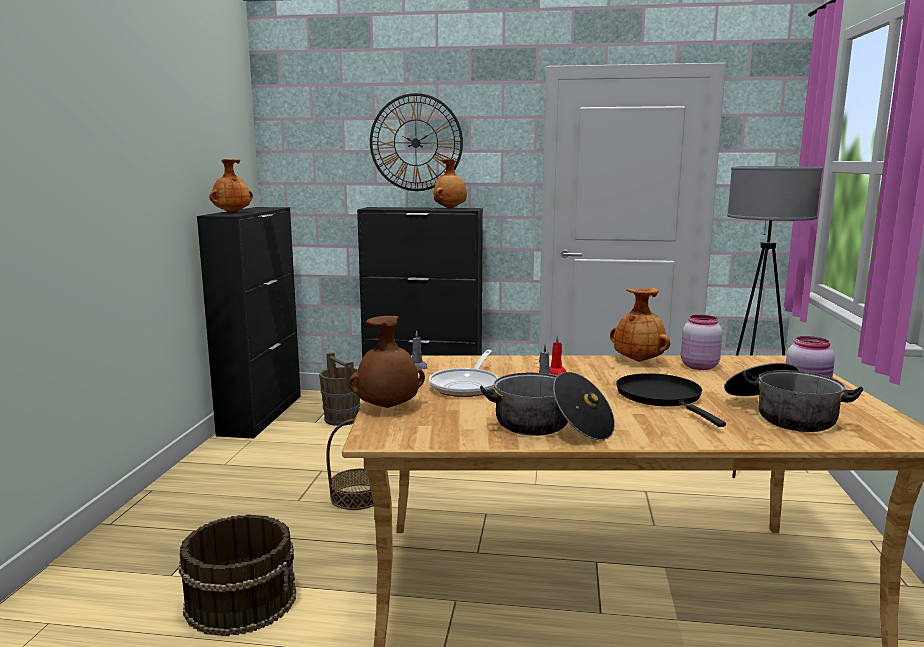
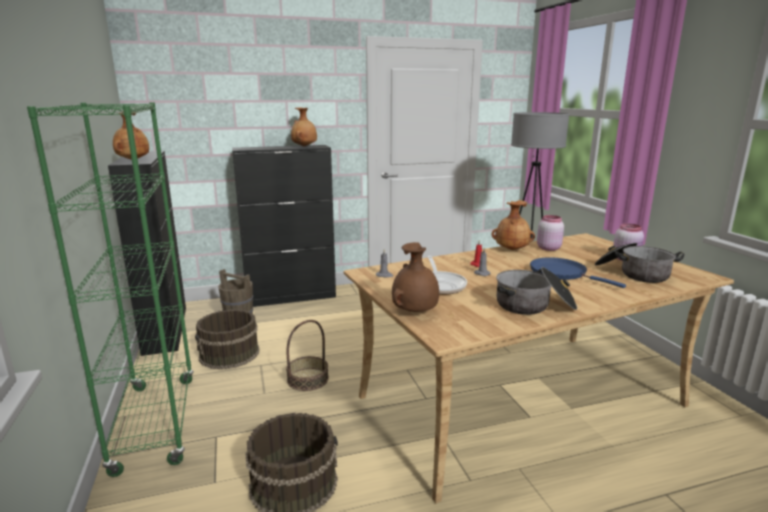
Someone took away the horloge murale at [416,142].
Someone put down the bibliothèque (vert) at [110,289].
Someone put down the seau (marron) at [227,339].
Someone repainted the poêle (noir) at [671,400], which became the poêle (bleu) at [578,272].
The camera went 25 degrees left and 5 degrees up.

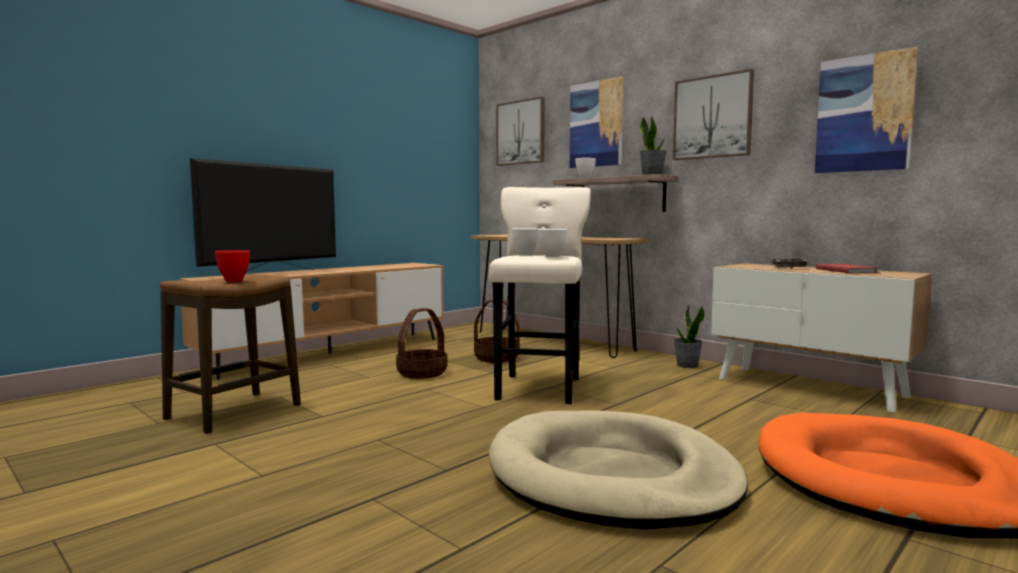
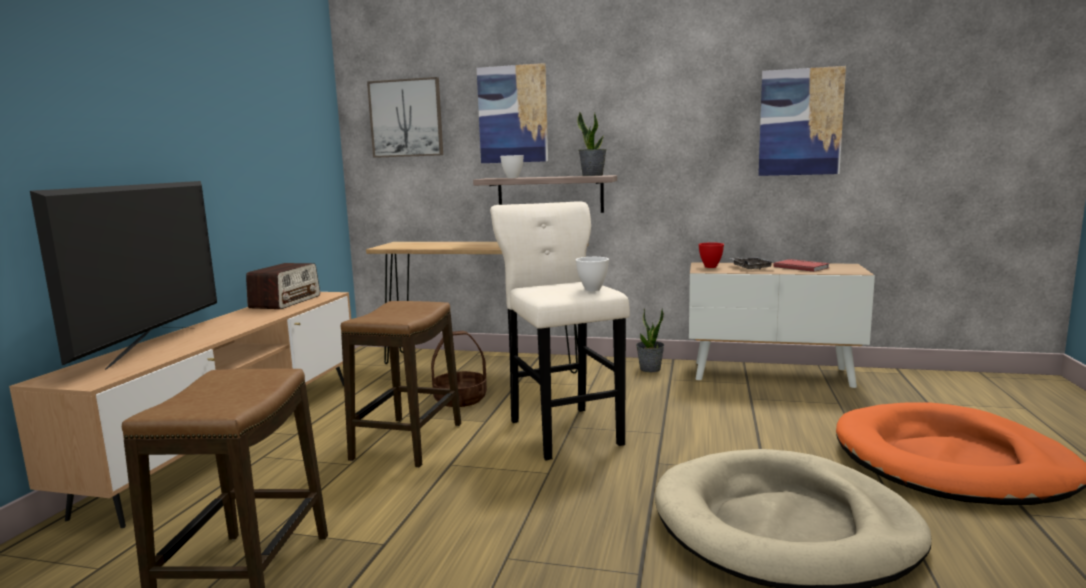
Someone took away the bol (blanc) at [525,241].
Someone took away the tableau at [713,114].
Someone put down the radio at [283,286].
Someone carried the bol (rouge) from [232,266] to [711,255].
Someone swapped the panier at [421,343] for the tabouret at [401,384].
The camera went 30 degrees left and 5 degrees up.

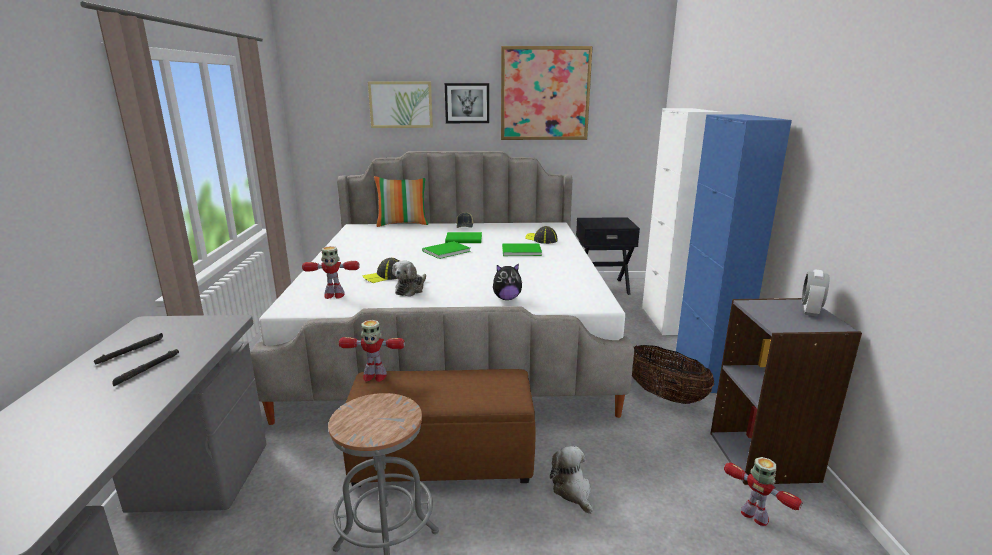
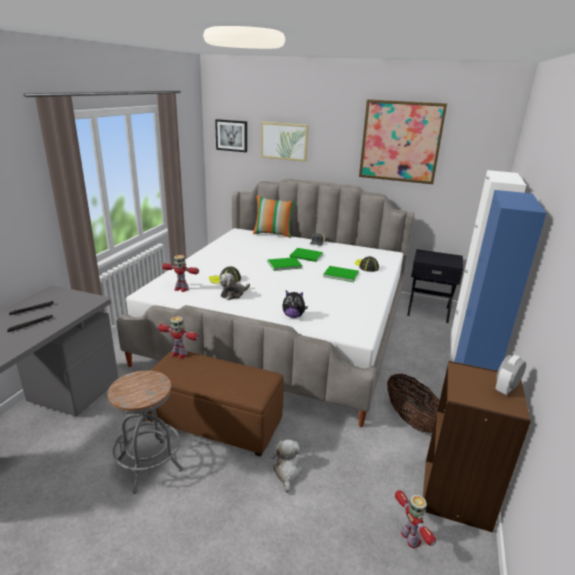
Someone carried the tableau from [467,103] to [231,135].
Someone repainted the bibliothèque (gris) at [786,391], which became the bibliothèque (marron) at [477,446].
The camera went 20 degrees right and 5 degrees up.

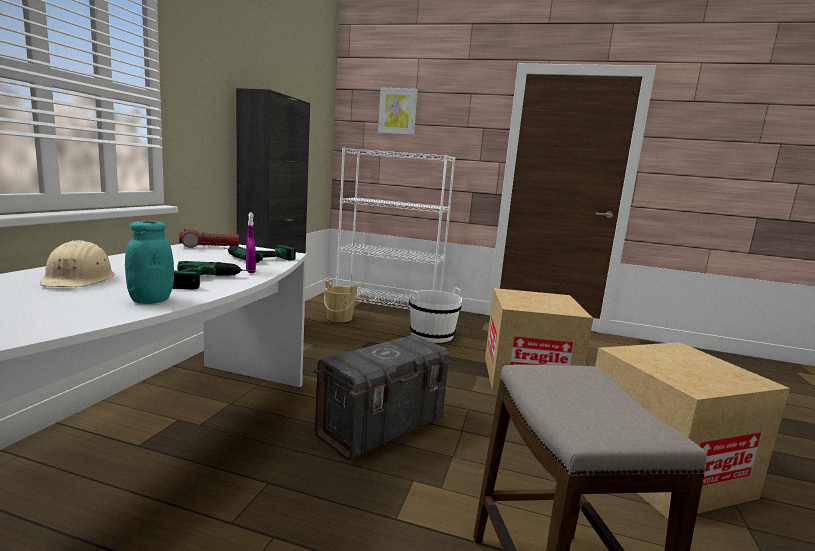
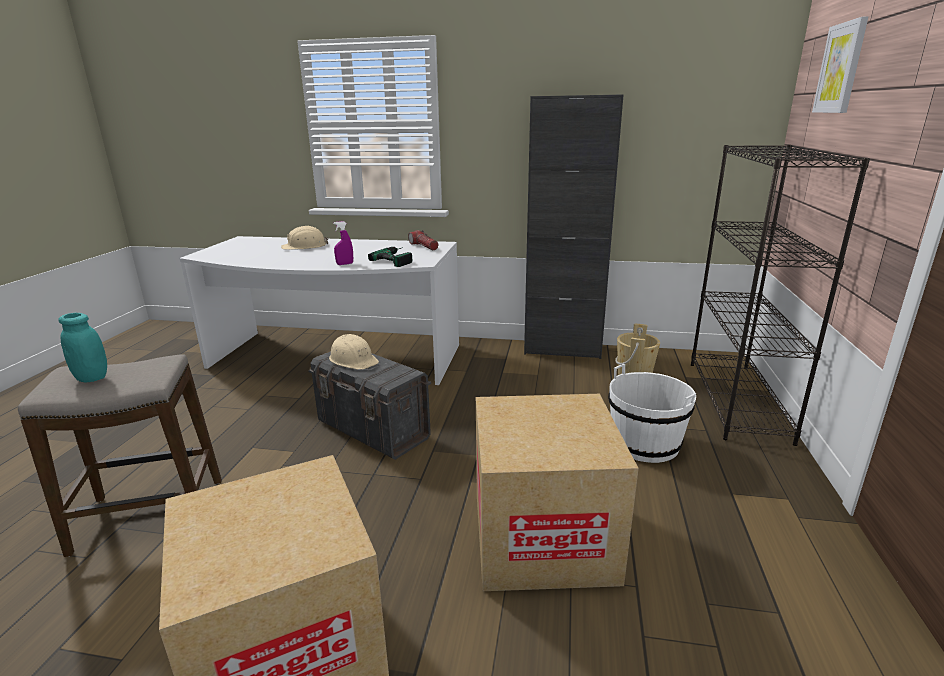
Someone took away the perceuse at [213,275].
Someone put down the casque de chantier (beige) at [354,352].
Someone carried the bocal (turquoise) from [149,262] to [82,347].
Someone repainted the bibliothèque (blanc) at [396,229], which became the bibliothèque (noir) at [780,295].
The camera went 85 degrees right and 10 degrees up.

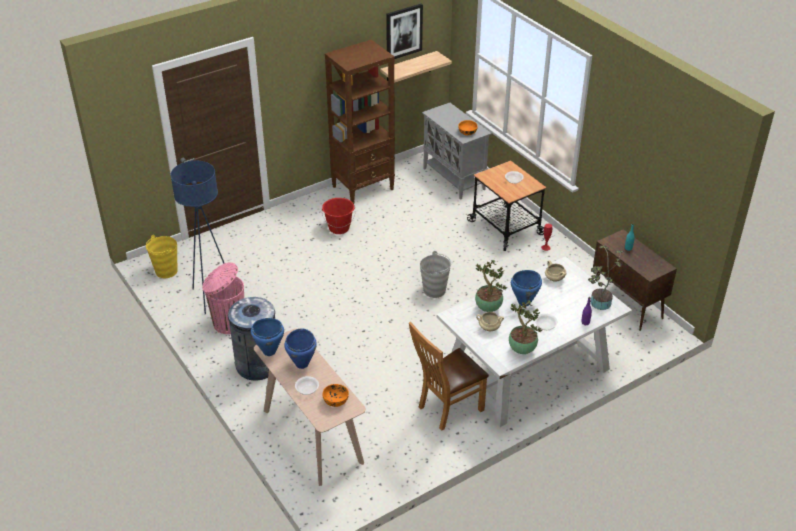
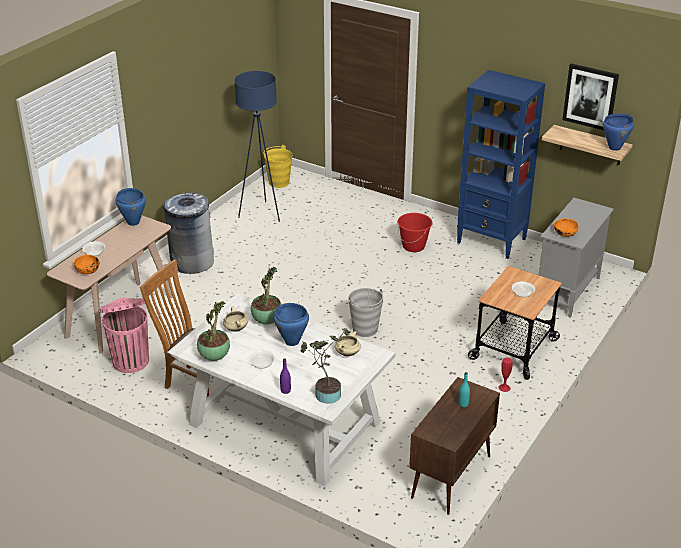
Someone carried the poubelle (rose) from [223,298] to [124,335].
Someone carried the marmite (bleu) from [300,348] to [618,132].
Someone repainted the bibliothèque (marron) at [360,122], which became the bibliothèque (bleu) at [501,164].
The camera went 65 degrees right and 5 degrees down.

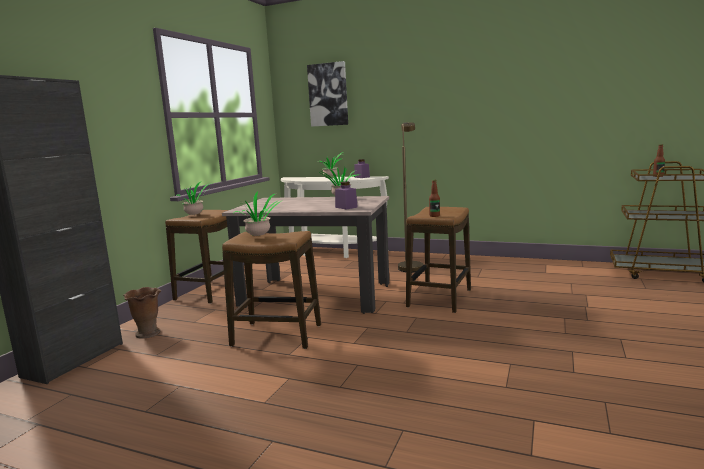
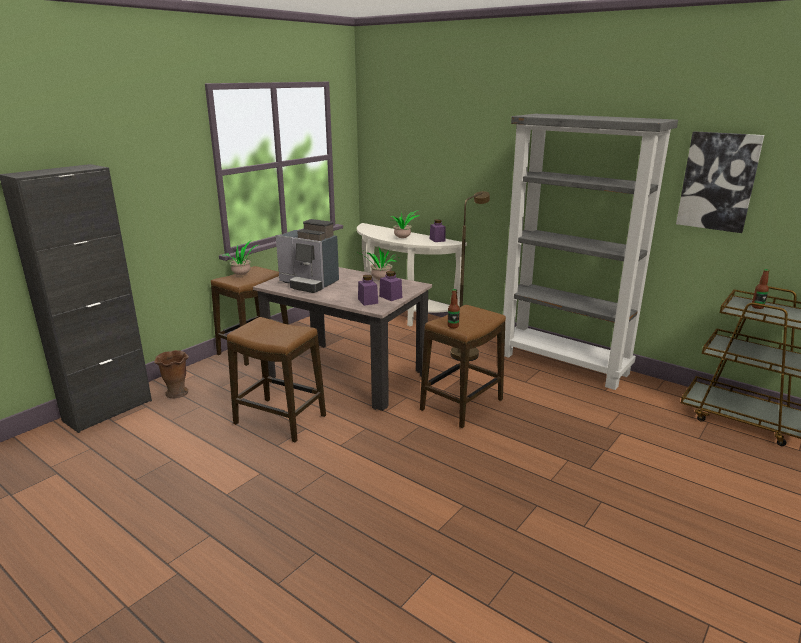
Someone took away the plante en pot at [258,214].
Someone put down the machine à café at [307,256].
Someone put down the bocal (violet) at [390,286].
Someone put down the bibliothèque (gris) at [590,252].
Someone carried the tableau from [327,94] to [720,182].
The camera went 15 degrees right and 10 degrees up.

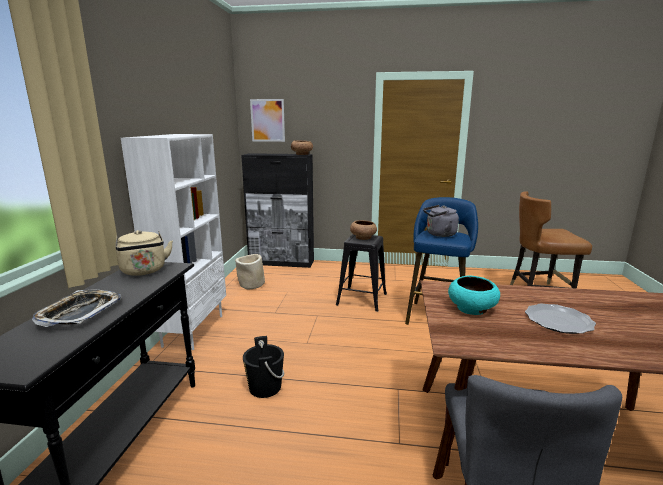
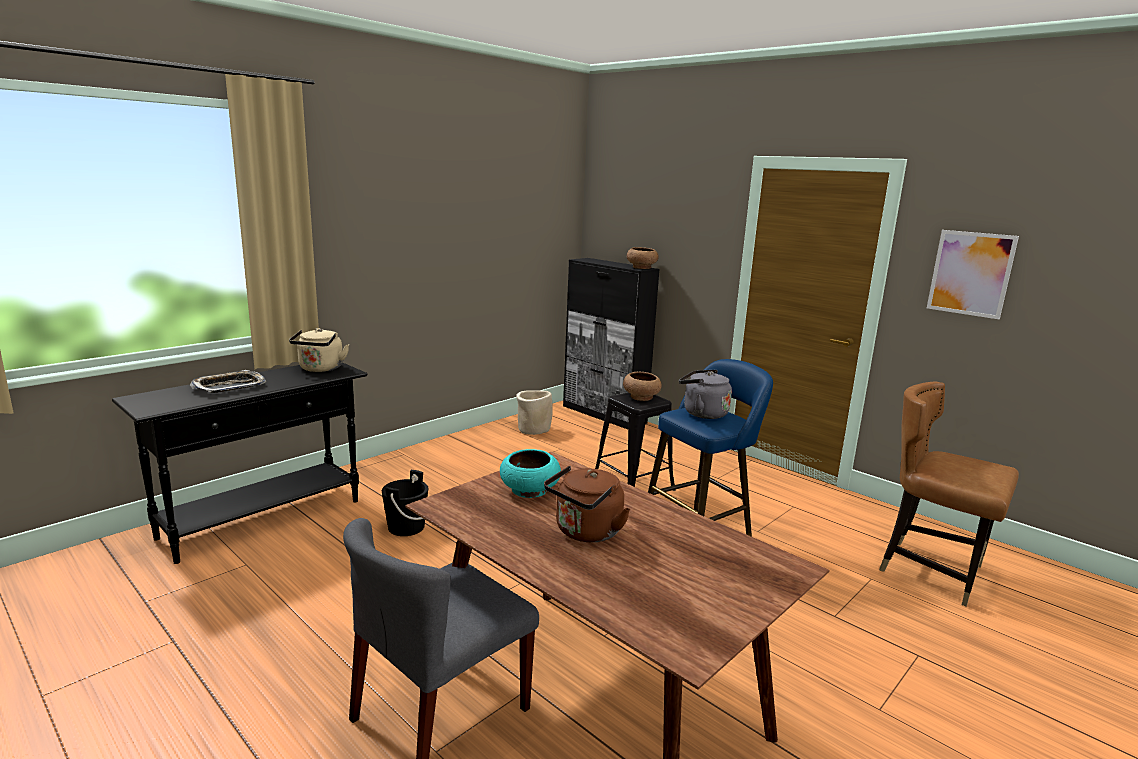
Someone took away the bibliothèque (blanc) at [173,242].
Someone carried the tableau from [267,120] to [973,274].
Someone swapped the assiette at [560,318] for the bouilloire (marron) at [587,504].
The camera went 35 degrees right and 0 degrees up.

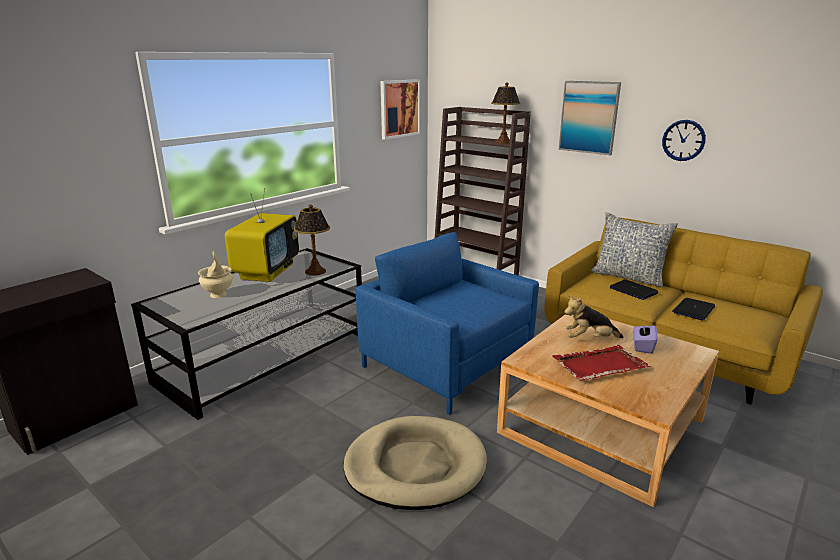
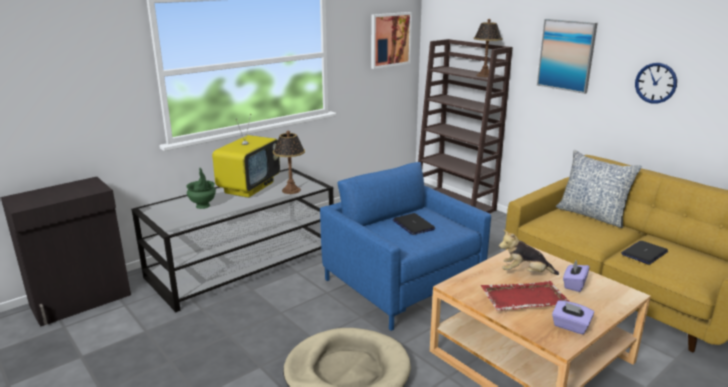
Someone put down the boîte à mouchoirs (violet) at [573,317].
Someone carried the ordinateur portable from [634,289] to [414,224].
Someone repainted the vase (beige) at [215,274], which became the vase (vert) at [201,188].
The camera went 10 degrees right and 0 degrees up.

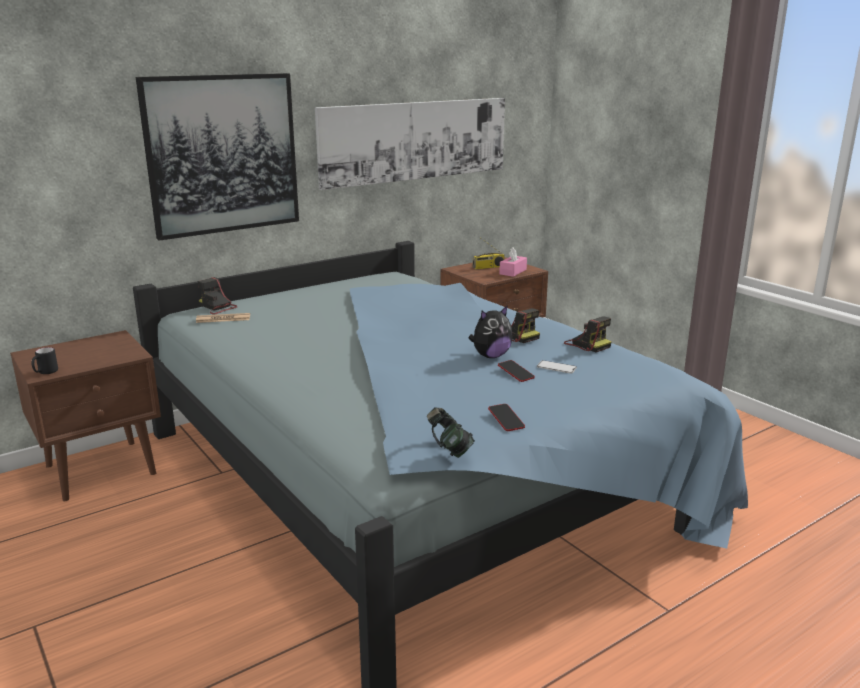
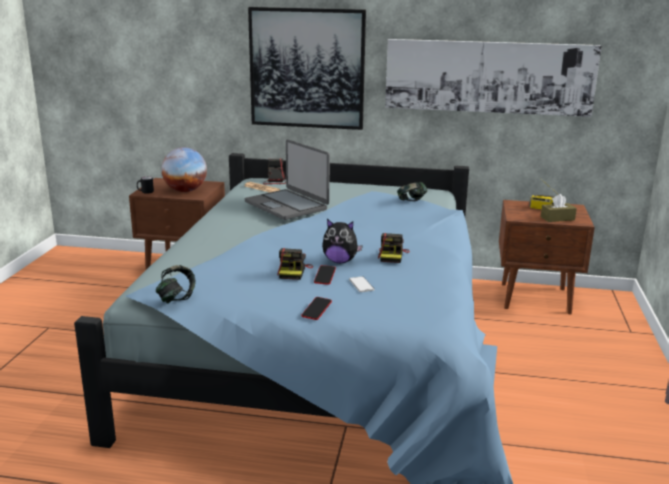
Someone put down the globe at [184,169].
Someone put down the ordinateur portable at [287,179].
Someone put down the casque audio at [412,191].
Someone carried the téléphone from [506,417] to [317,308].
Someone carried the appareil photo from [588,334] to [295,264].
Someone repainted the boîte à mouchoirs (rose) at [513,262], which became the boîte à mouchoirs (marron) at [559,208].
The camera went 45 degrees right and 0 degrees up.

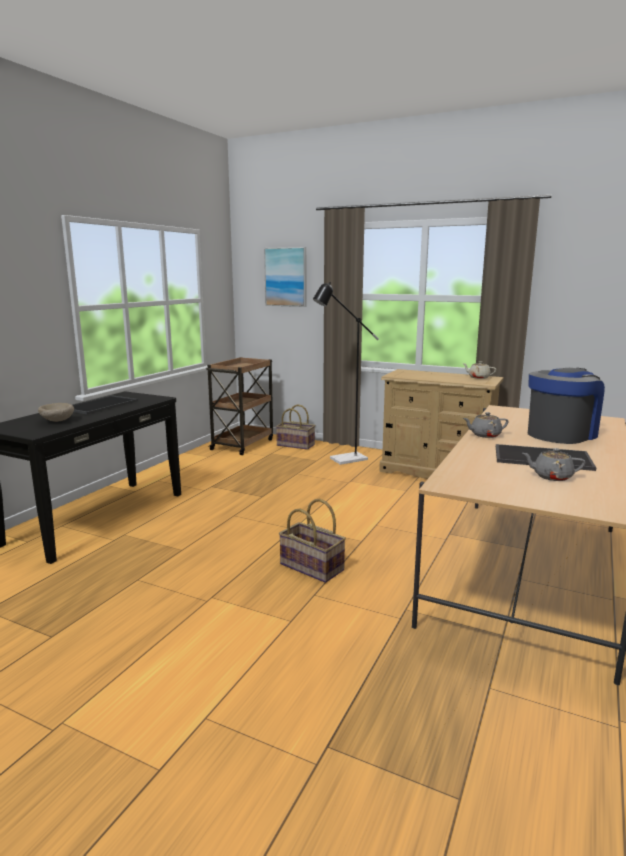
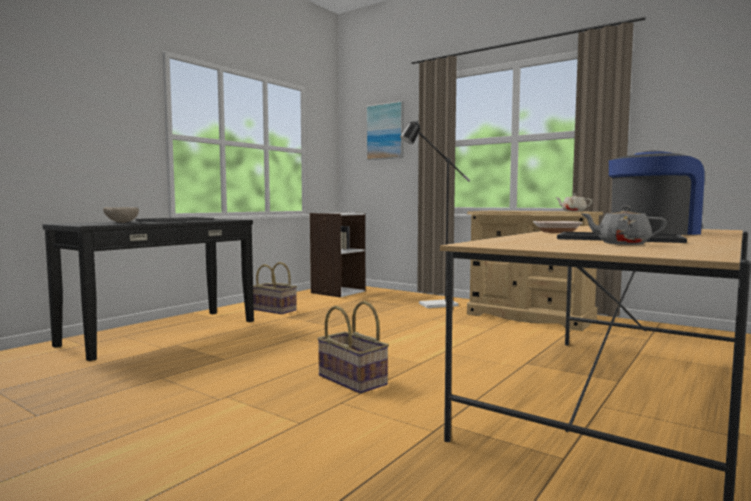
Someone carried the panier from [295,427] to [275,288].
Someone swapped the chariot (marron) at [239,406] for the bibliothèque (blanc) at [337,254].
Someone swapped the théière (gris) at [486,425] for the bol at [557,227].
The camera went 10 degrees right and 10 degrees down.

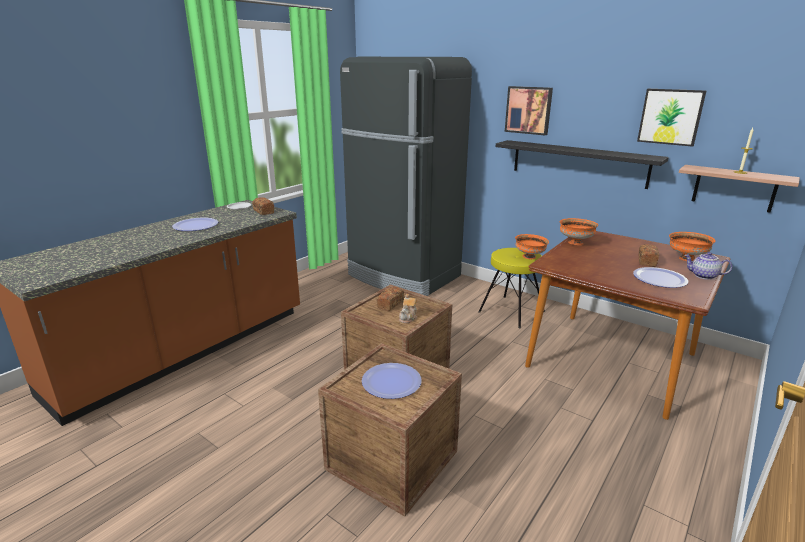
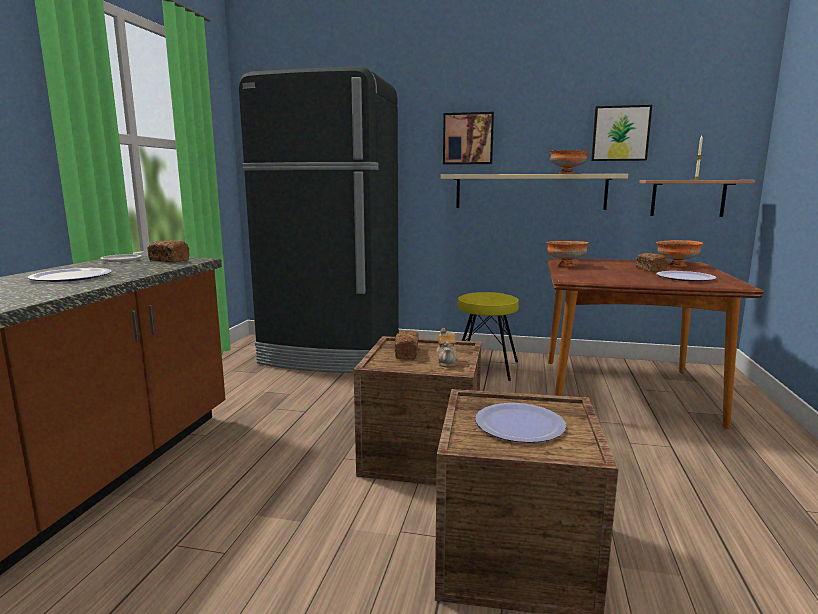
Someone took away the théière at [708,266].
Someone carried the bol (orange) from [532,246] to [569,162].
Someone repainted the étagère (noir) at [582,164], which became the étagère (beige) at [534,192].
The camera went 25 degrees left and 10 degrees down.

